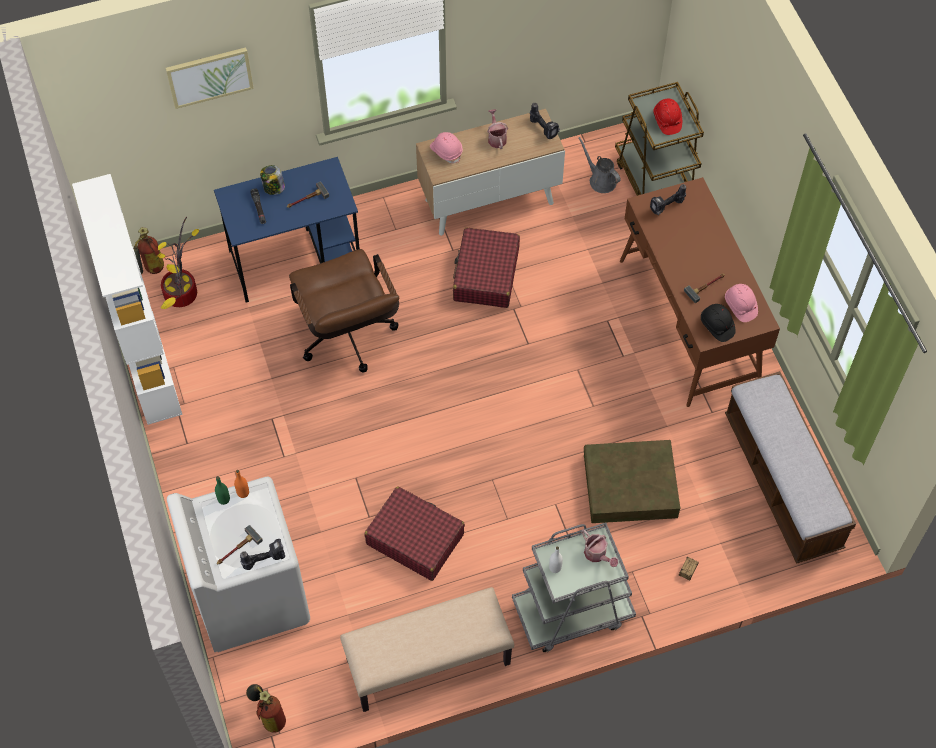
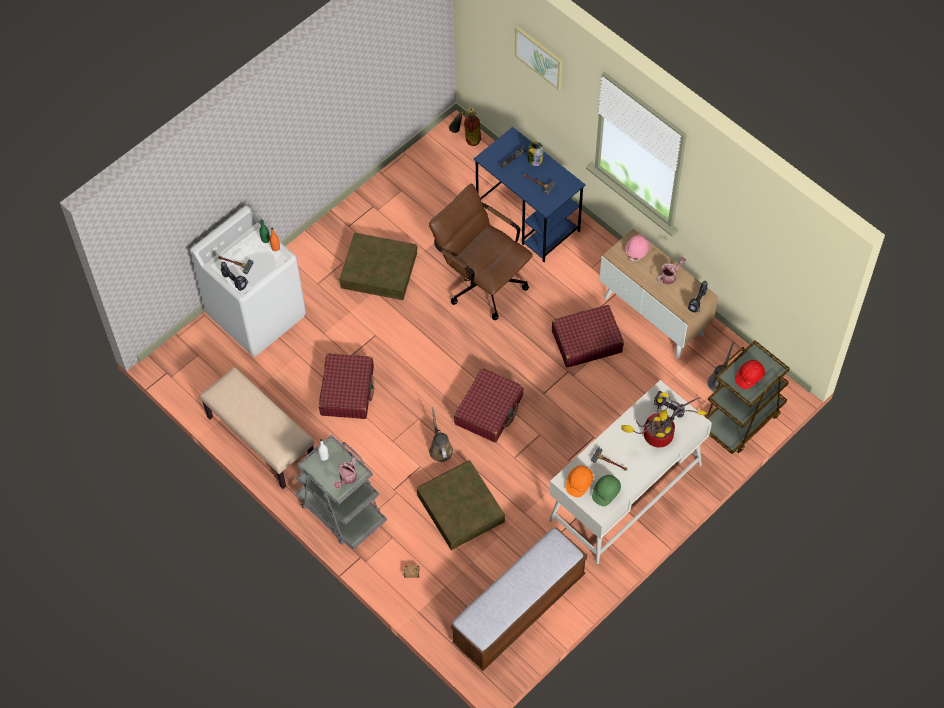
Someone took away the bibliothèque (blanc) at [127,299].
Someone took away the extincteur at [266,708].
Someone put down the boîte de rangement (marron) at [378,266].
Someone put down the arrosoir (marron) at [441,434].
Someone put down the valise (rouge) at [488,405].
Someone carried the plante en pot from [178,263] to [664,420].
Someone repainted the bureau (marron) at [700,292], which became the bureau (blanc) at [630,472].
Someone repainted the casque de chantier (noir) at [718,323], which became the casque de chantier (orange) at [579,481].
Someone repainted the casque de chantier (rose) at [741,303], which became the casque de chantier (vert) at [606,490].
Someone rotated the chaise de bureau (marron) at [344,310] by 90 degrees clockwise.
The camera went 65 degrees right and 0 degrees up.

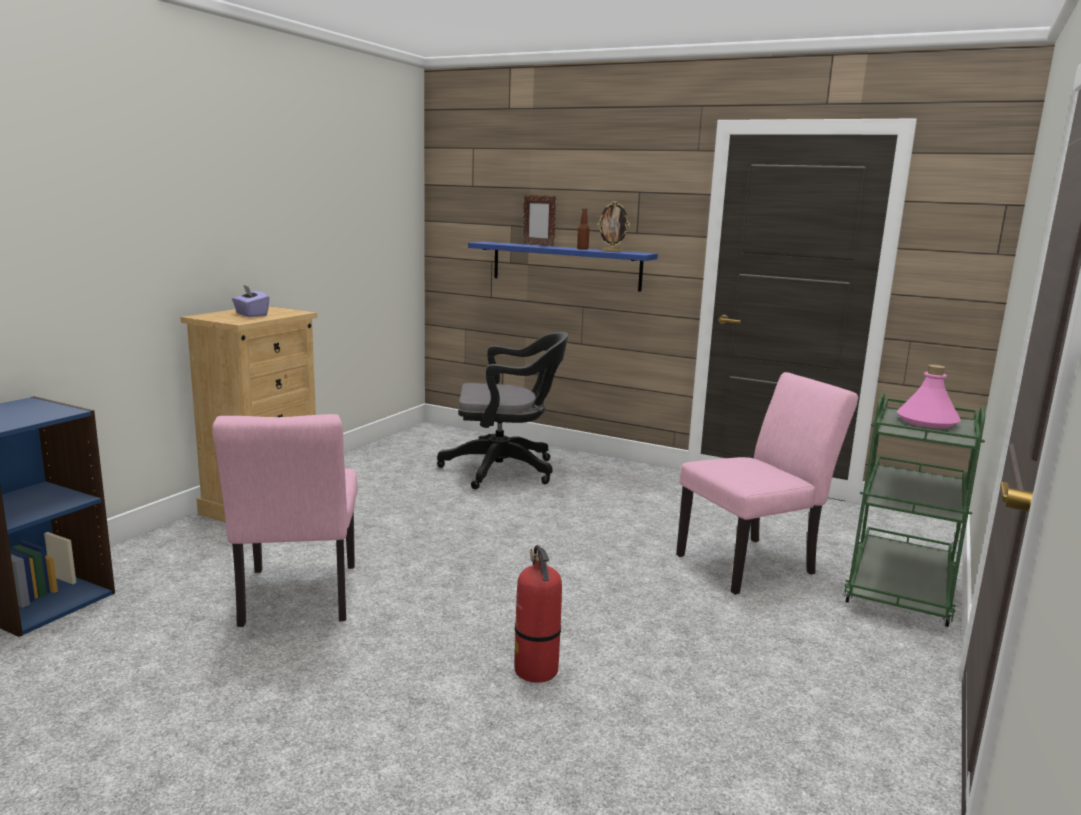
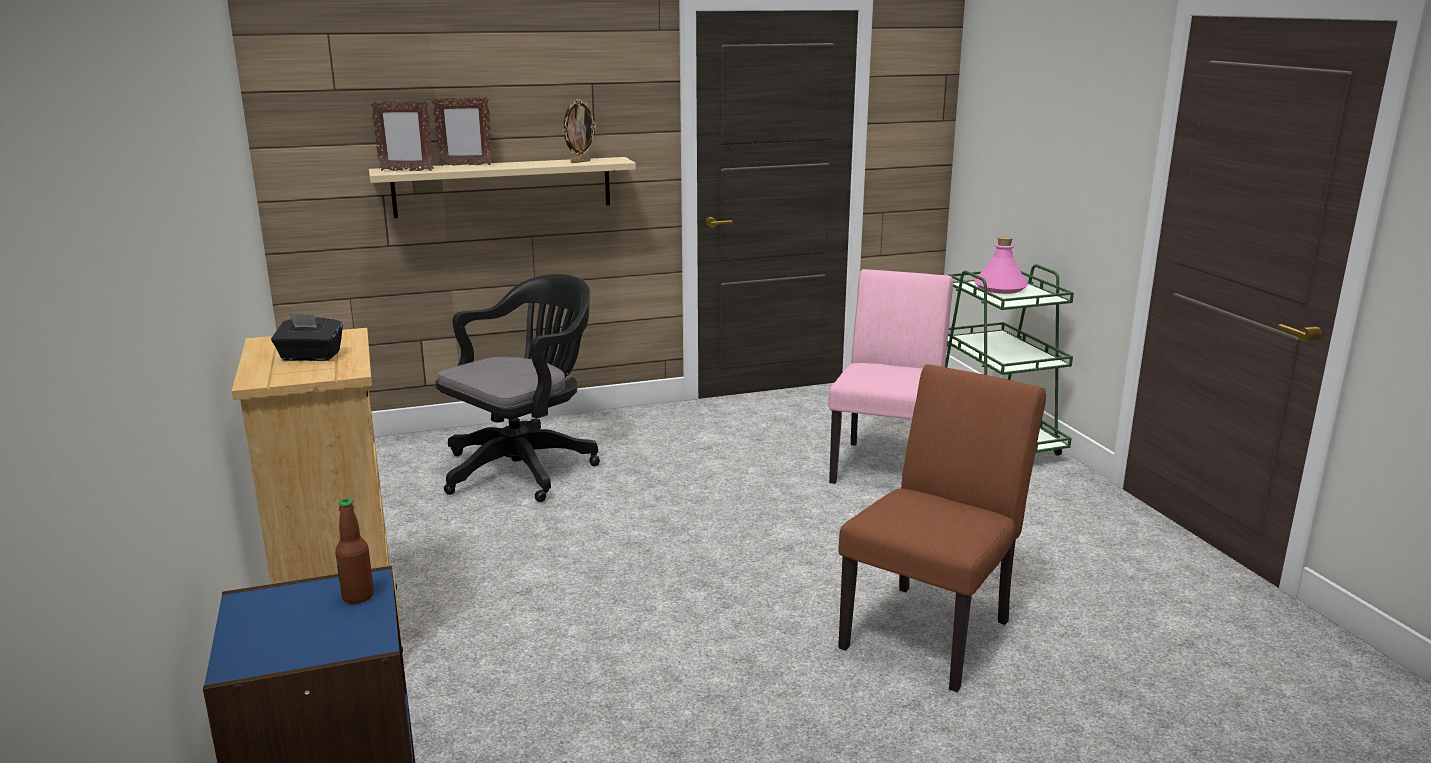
Someone took away the chaise (rose) at [285,520].
Someone put down the cadre photo at [402,135].
Someone carried the bouteille from [583,229] to [354,551].
Someone swapped the extincteur at [538,614] for the chaise (marron) at [942,528].
Someone repainted the boîte à mouchoirs (violet) at [251,301], which became the boîte à mouchoirs (noir) at [307,337].
Someone repainted the étagère (bleu) at [563,267], which became the étagère (beige) at [502,187].
The camera went 45 degrees left and 5 degrees up.

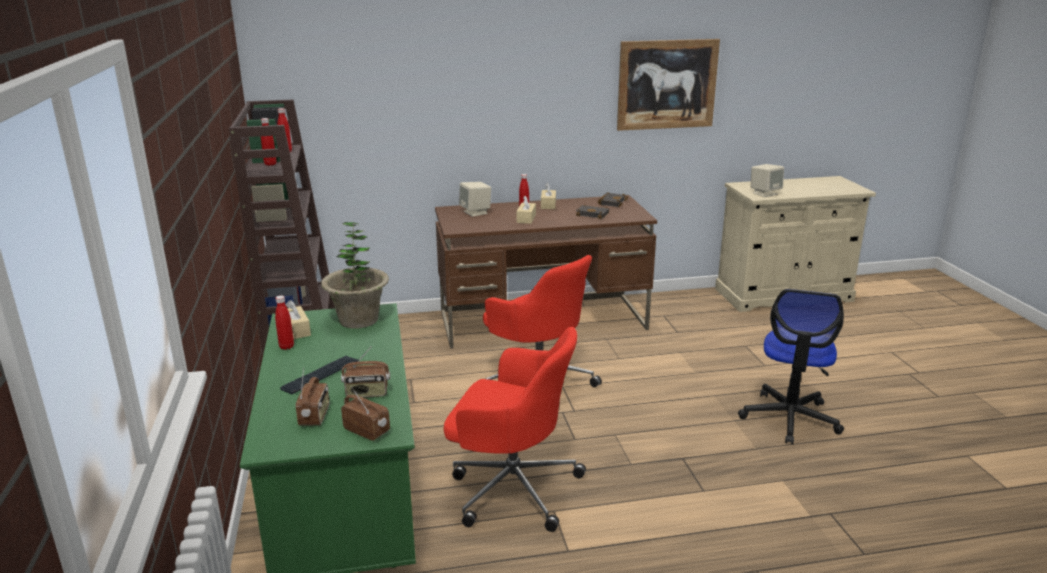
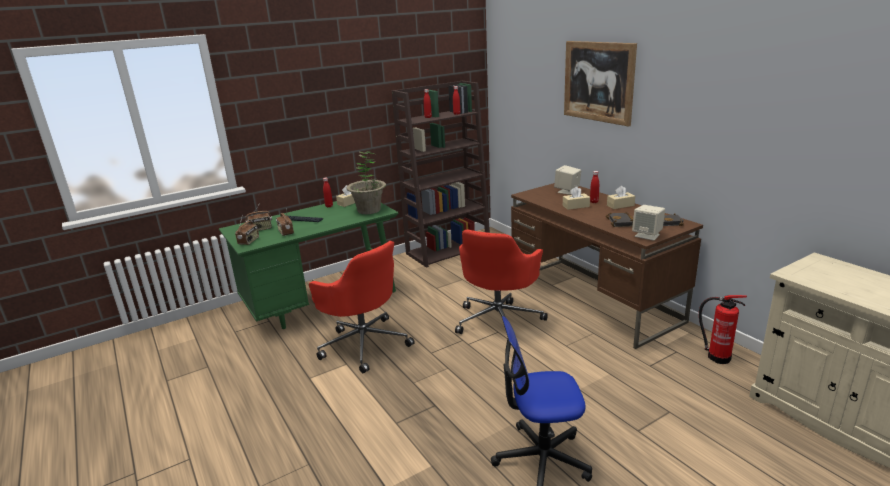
Someone put down the extincteur at [723,329].
Someone carried the tableau from [668,85] to [600,84].
Someone carried the enceinte (beige) from [767,180] to [648,223].
Someone rotated the chaise de bureau (rouge) at [515,429] by 45 degrees counterclockwise.
The camera went 70 degrees right and 0 degrees up.

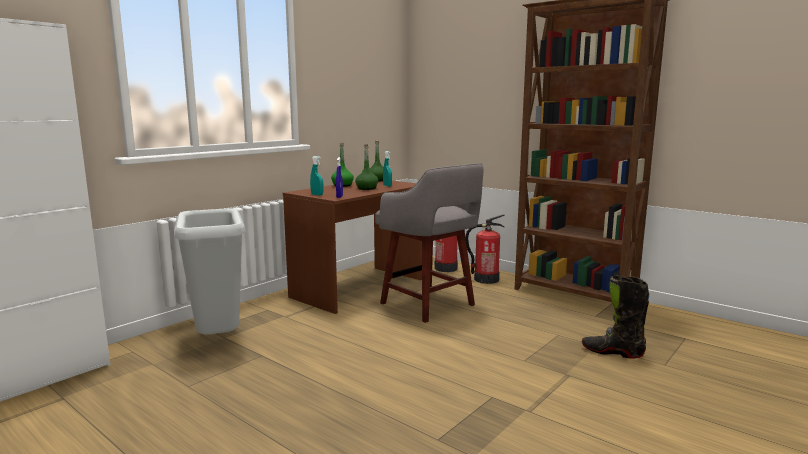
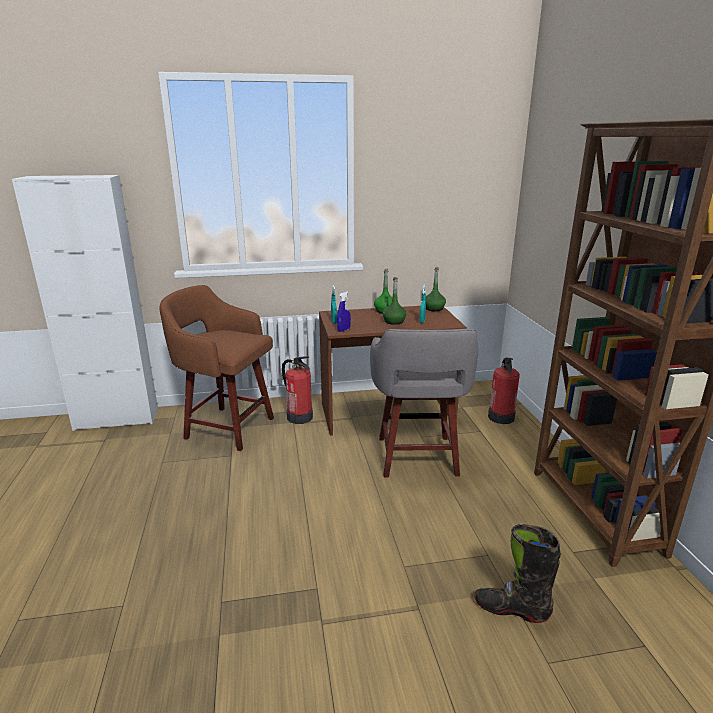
Someone carried the extincteur from [485,249] to [297,390].
Someone swapped the poubelle (gris) at [210,271] for the tabouret (marron) at [216,368].
Someone rotated the botte (noir) at [615,317] by 45 degrees counterclockwise.
The camera went 40 degrees right and 10 degrees up.

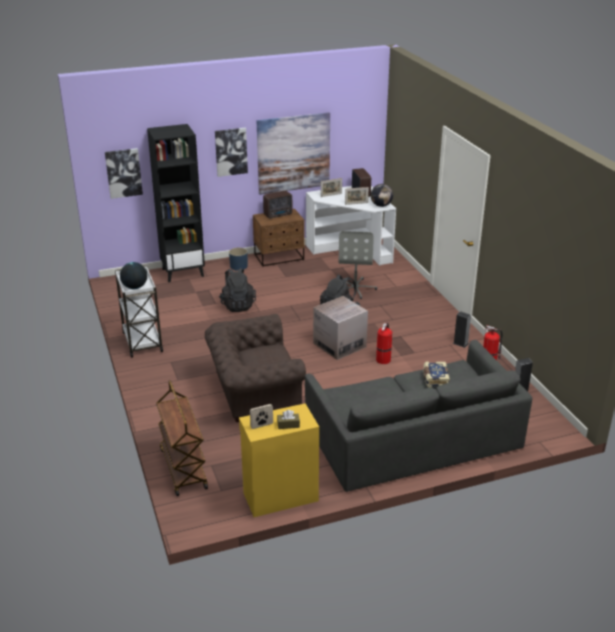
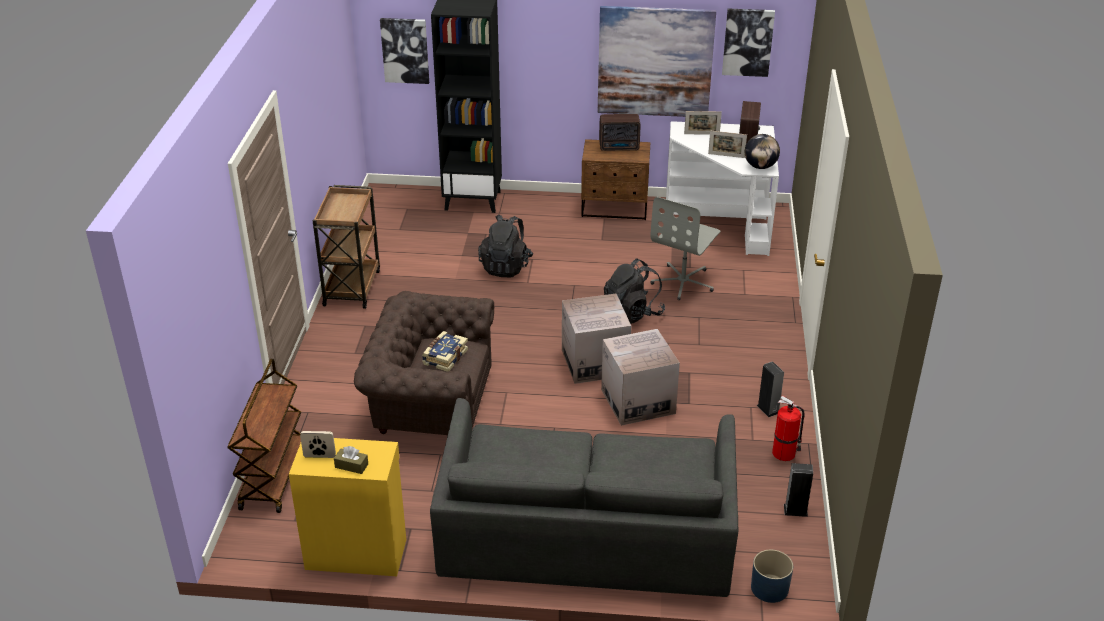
Someone took away the globe at [133,275].
Someone carried the tableau from [231,152] to [748,43].
Someone carried the cache-pot (bleu) from [238,259] to [772,576].
Someone carried the livre from [436,375] to [445,351].
Someone swapped the extincteur at [384,343] for the carton at [640,377].
Someone repainted the chariot (blanc) at [139,311], which became the chariot (marron) at [346,247].
The camera went 25 degrees right and 5 degrees up.

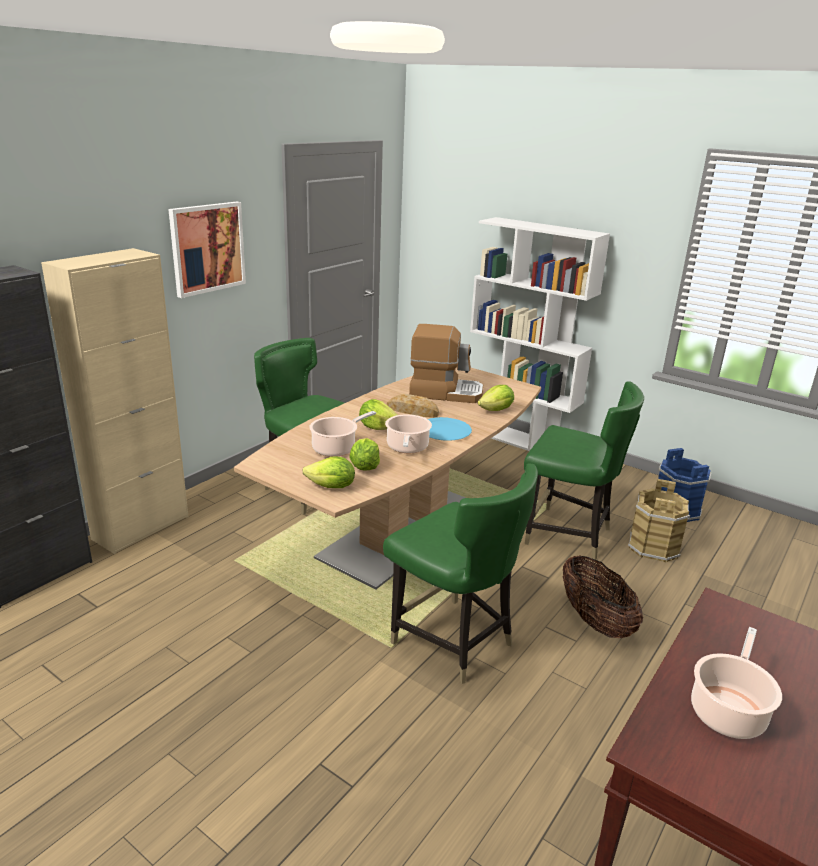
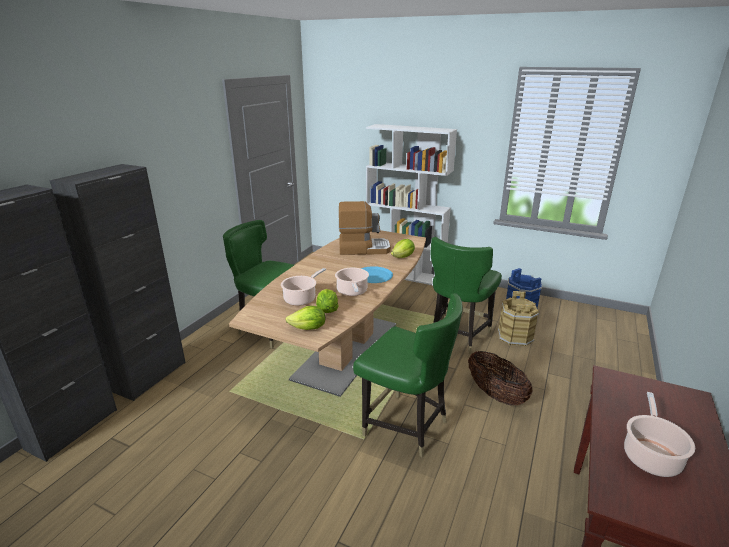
Someone took away the tableau at [207,250].
Someone took away the laitue at [378,414].
Someone took away the pain at [413,406].
Someone repainted the meuble de rangement (beige) at [114,401], which became the meuble de rangement (noir) at [117,282].
Someone rotated the chaise (vert) at [584,470] by 105 degrees clockwise.
The camera went 10 degrees left and 0 degrees up.

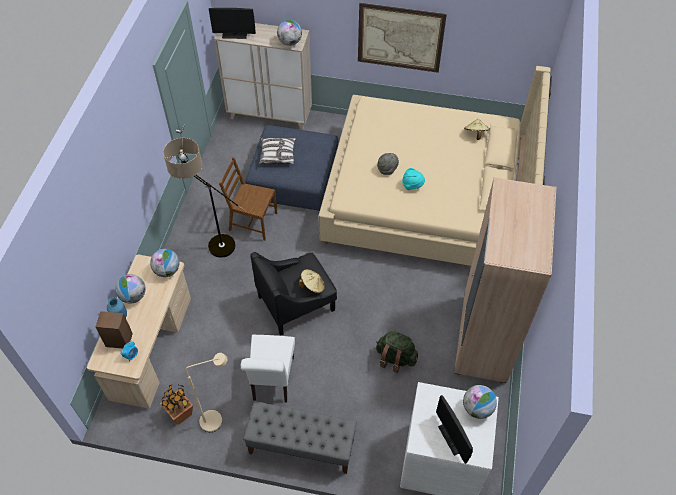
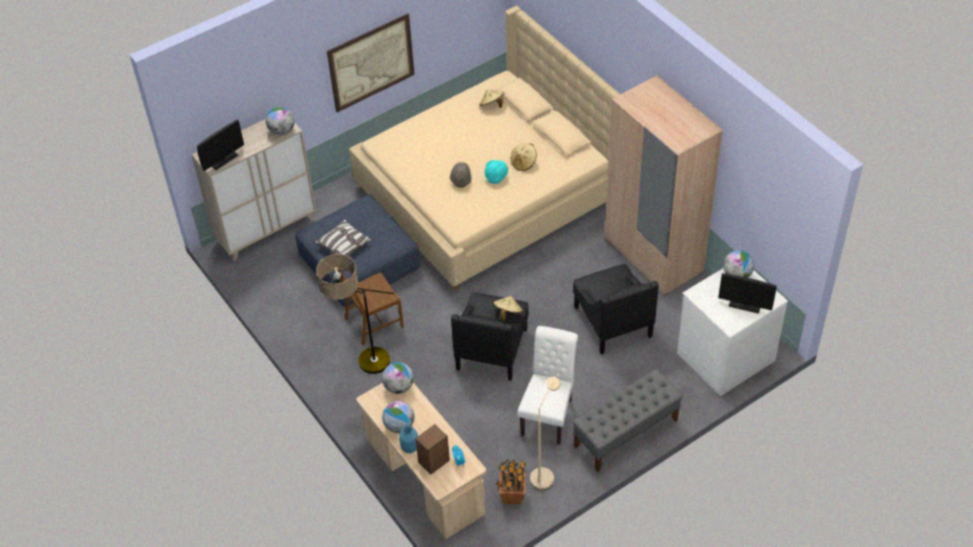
Someone put down the chapeau (beige) at [524,157].
Someone swapped the sac à dos (vert) at [397,352] for the fauteuil (noir) at [616,309].
Someone rotated the chaise (blanc) at [268,369] by 120 degrees counterclockwise.
The camera went 45 degrees left and 5 degrees down.

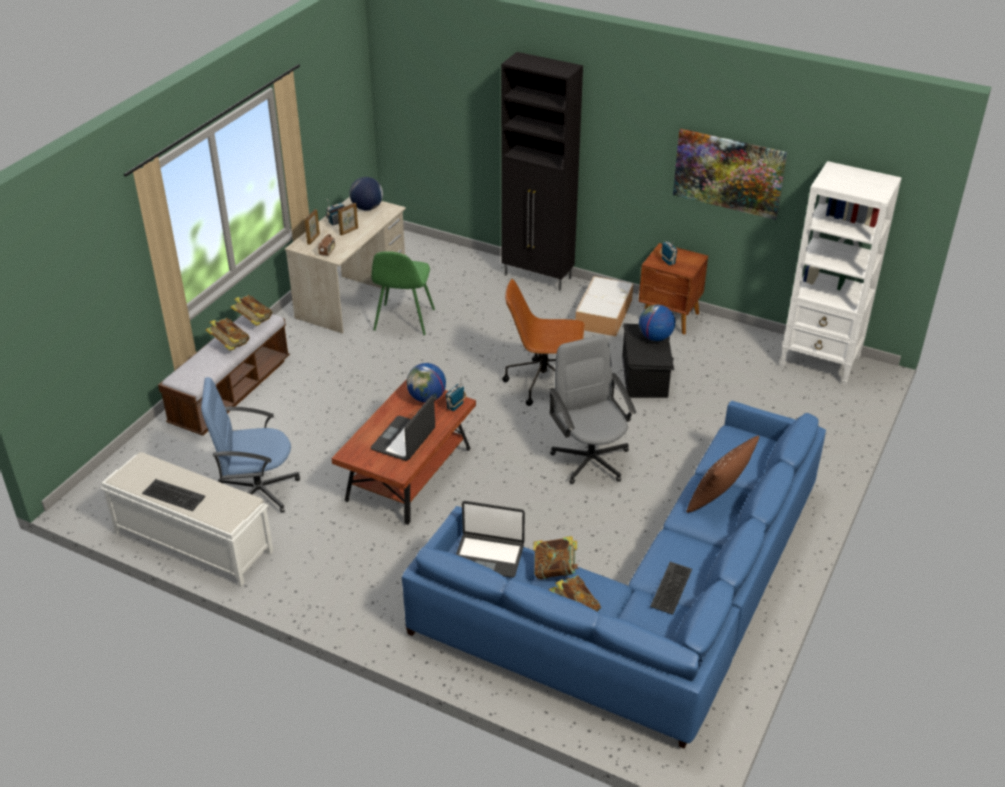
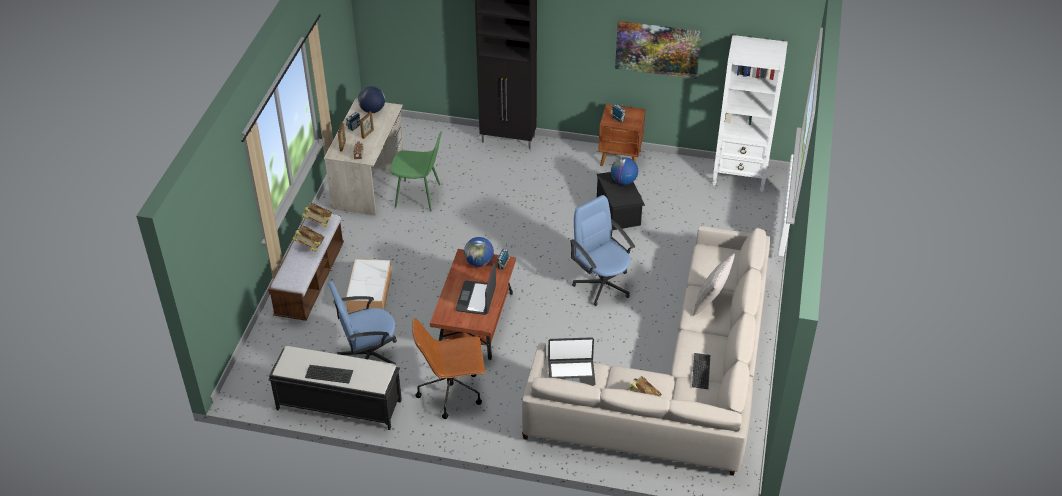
Someone took away the livre at [556,557].
Someone carried the chaise de bureau (marron) from [543,342] to [448,368].
Someone carried the boîte de rangement from [604,306] to [369,286].
Someone repainted the banc (blanc) at [187,519], which became the banc (noir) at [335,388].
Someone repainted the canapé (bleu) at [614,575], which became the canapé (beige) at [646,351].
Someone repainted the chaise de bureau (gris) at [592,409], which became the chaise de bureau (bleu) at [602,250].
Someone repainted the coussin (marron) at [722,474], which became the coussin (gris) at [714,284].
Someone rotated the chaise (vert) at [403,293] by 75 degrees counterclockwise.
The camera went 15 degrees left and 5 degrees up.

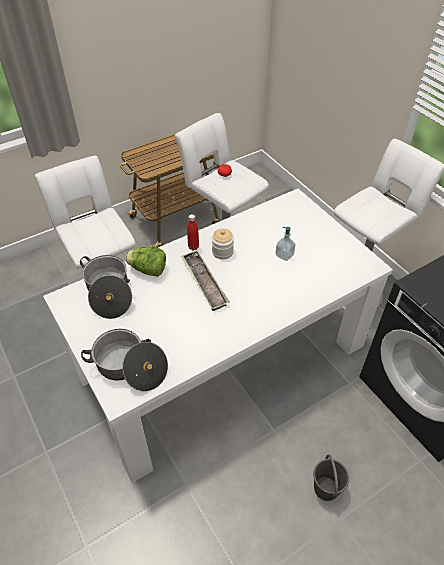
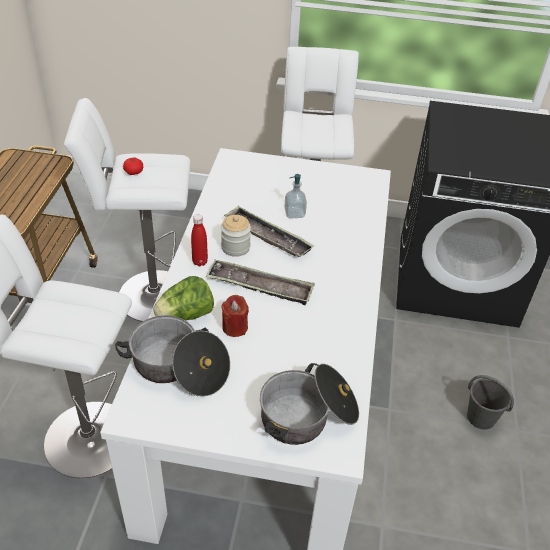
Someone put down the bougie (rouge) at [235,316].
Someone put down the plateau at [269,231].
The camera went 50 degrees left and 5 degrees down.

